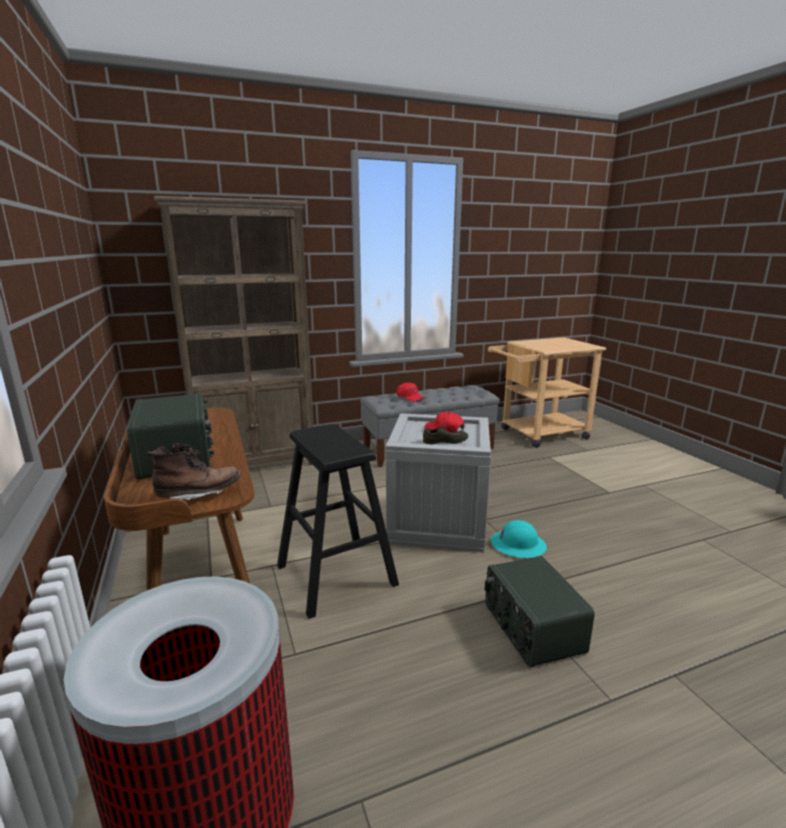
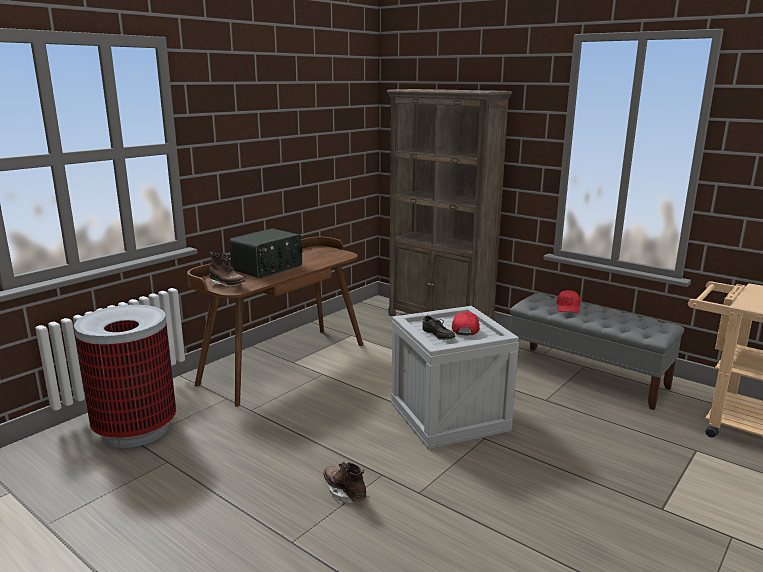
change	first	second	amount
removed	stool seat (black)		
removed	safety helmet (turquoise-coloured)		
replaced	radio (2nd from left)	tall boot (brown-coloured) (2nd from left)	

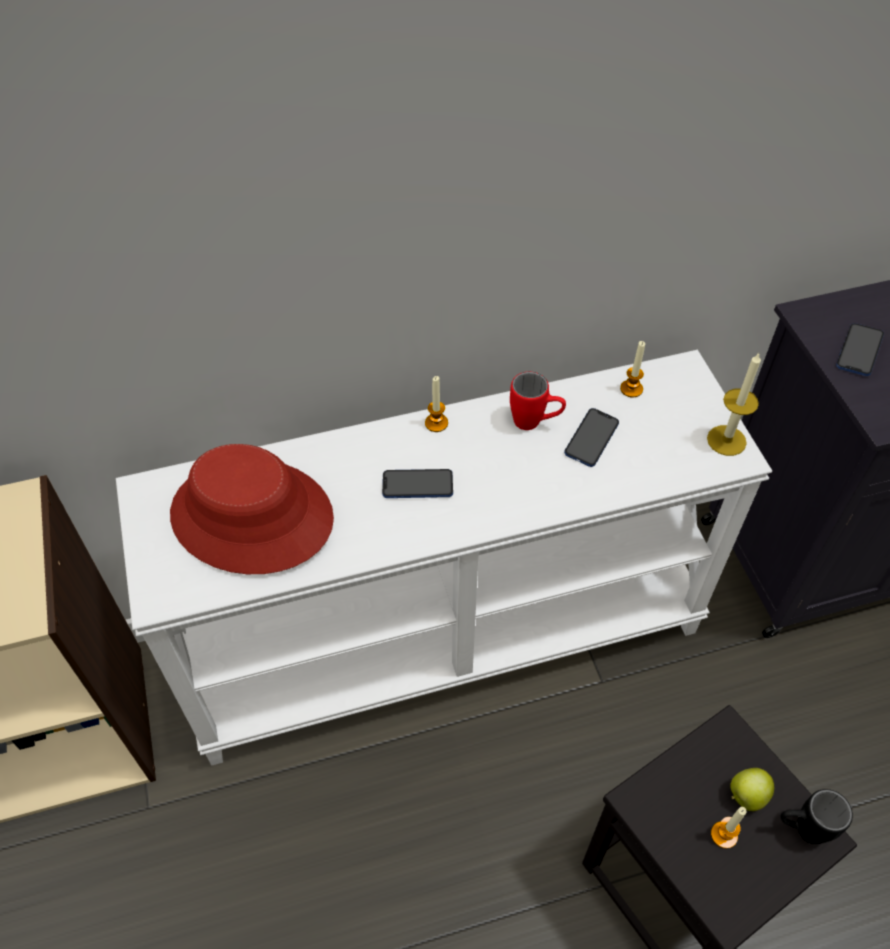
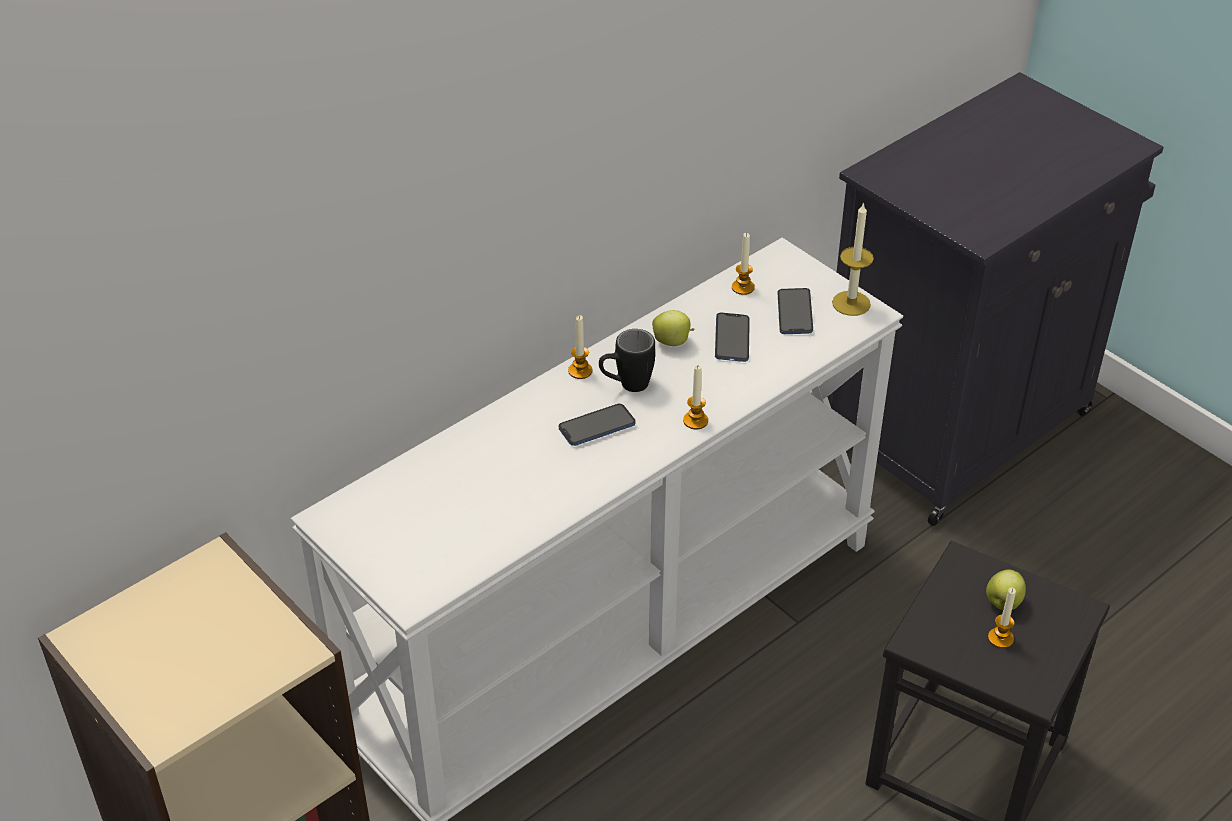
change	first	second	amount
removed	wearable hat (red-coloured)		
added		wax candle (2nd from left)	
moved	coffee mug (black)		
moved	phone (3rd from left)		
replaced	coffee mug (red-coloured)	apple (1st from left)	

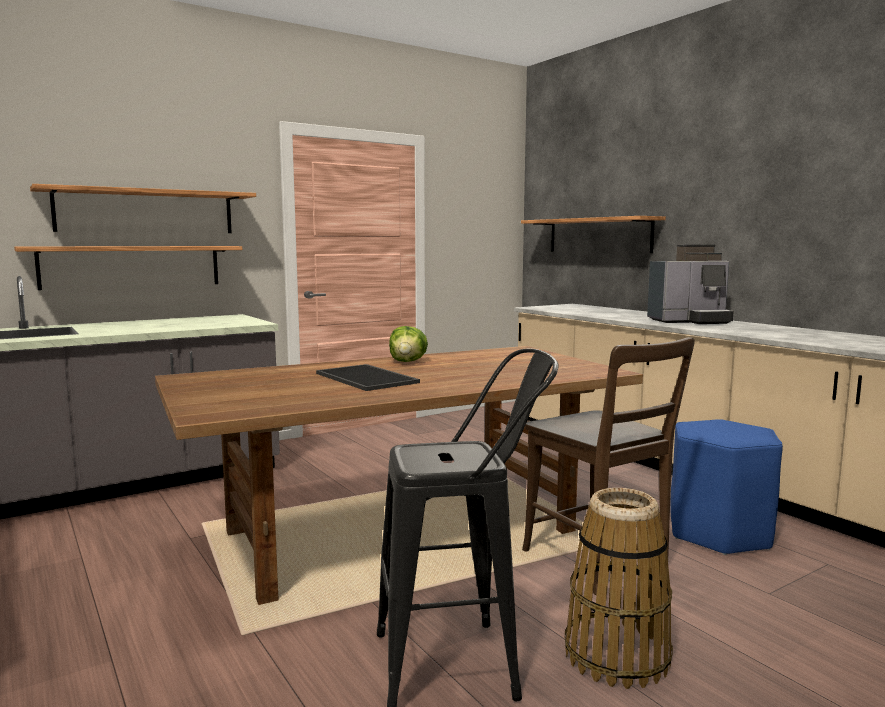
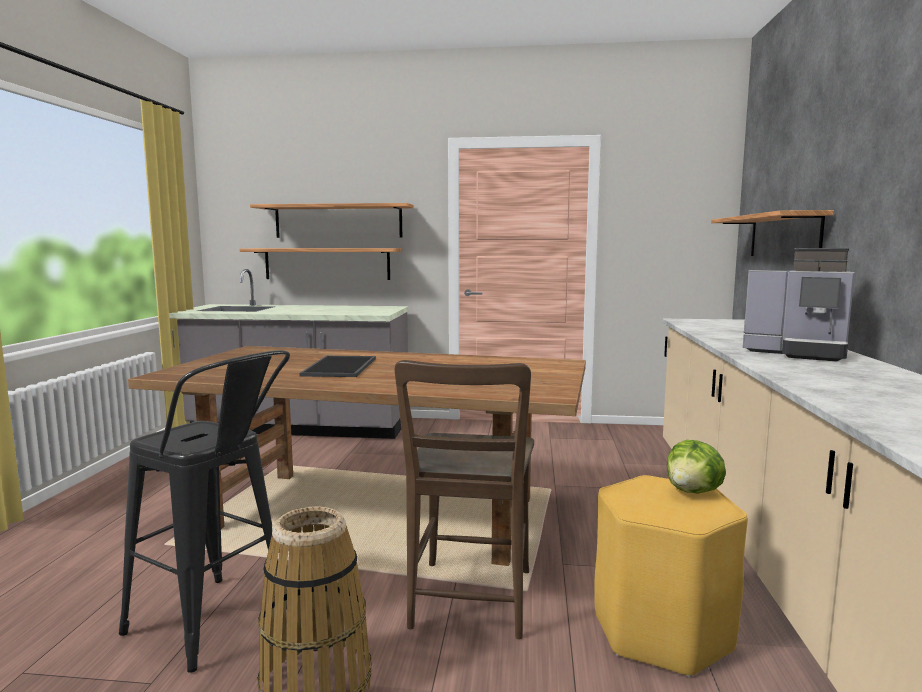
change	first	second	amount
moved	lettuce		
recoloured	stool seat (blue-coloured)	stool seat (yellowish)	

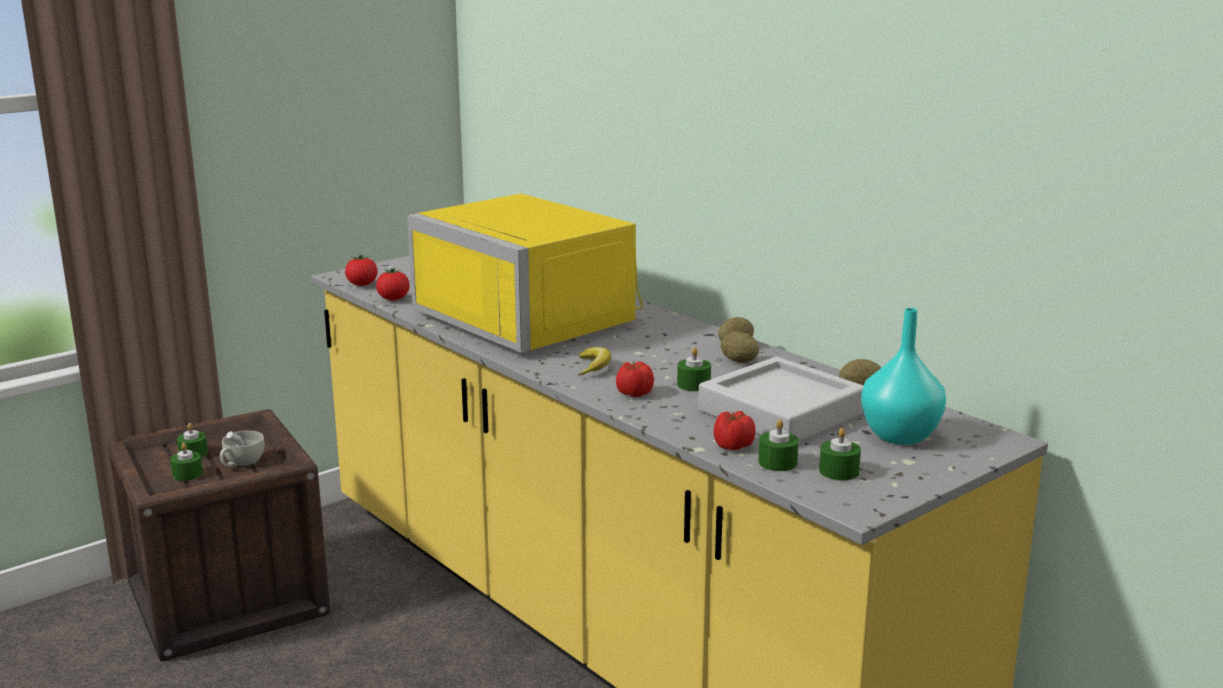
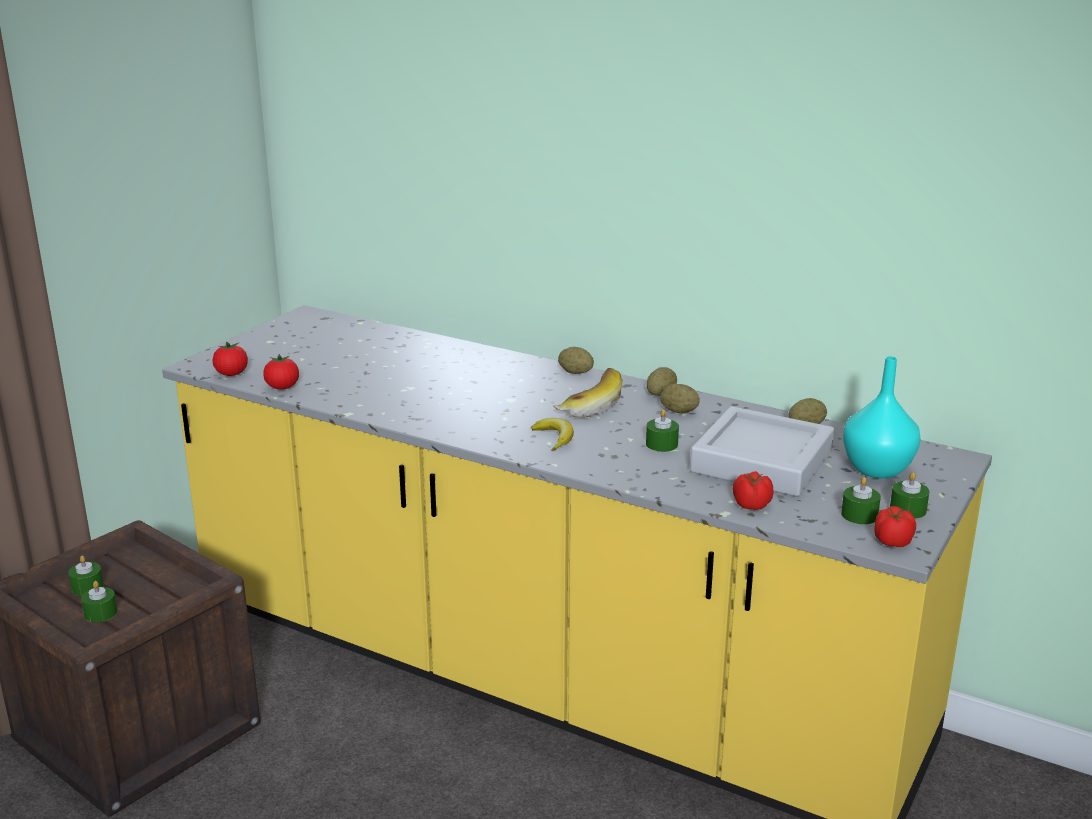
change	first	second	amount
removed	small cup (whitish)		
removed	kitchen microwave (yellowish)		
added		banana (2nd from left)	
added		whole potato (1st from left)	
moved	fresh tomato (3rd from left in the first image)	fresh tomato (4th from left)	
moved	wax candle (green) (4th from left in the first image)	wax candle (green) (5th from left)	

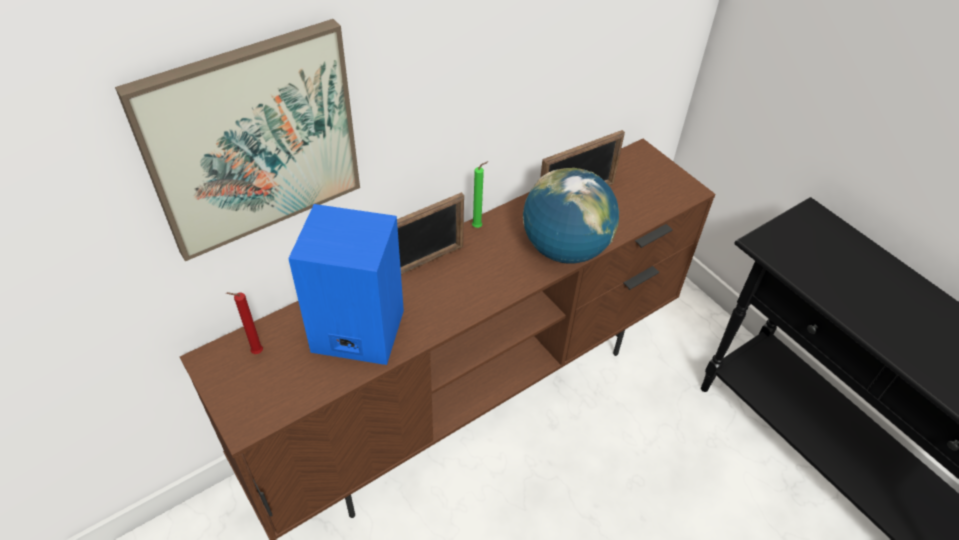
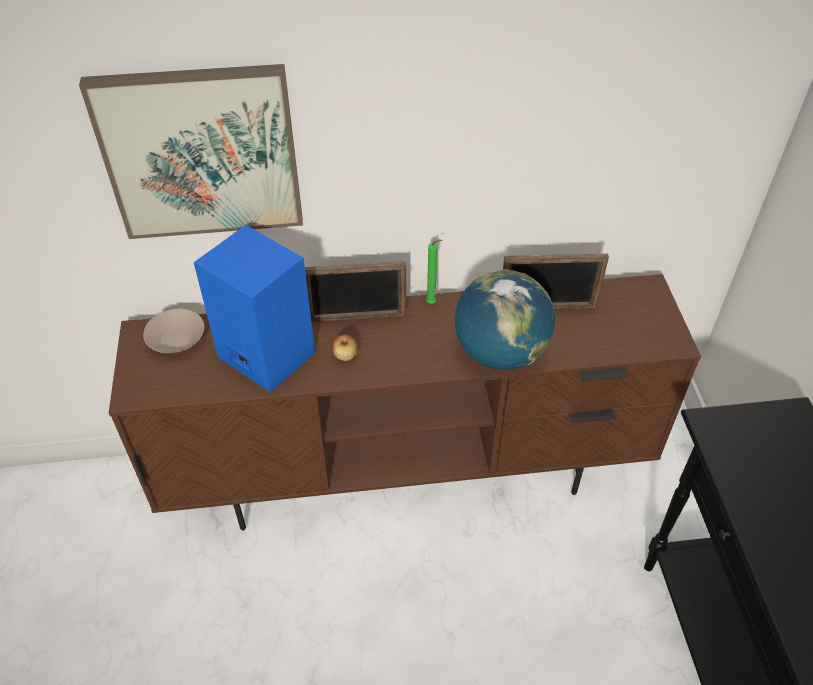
change	first	second	amount
added		apple	
replaced	wax candle (red-coloured)	bowl (sand-coloured)	

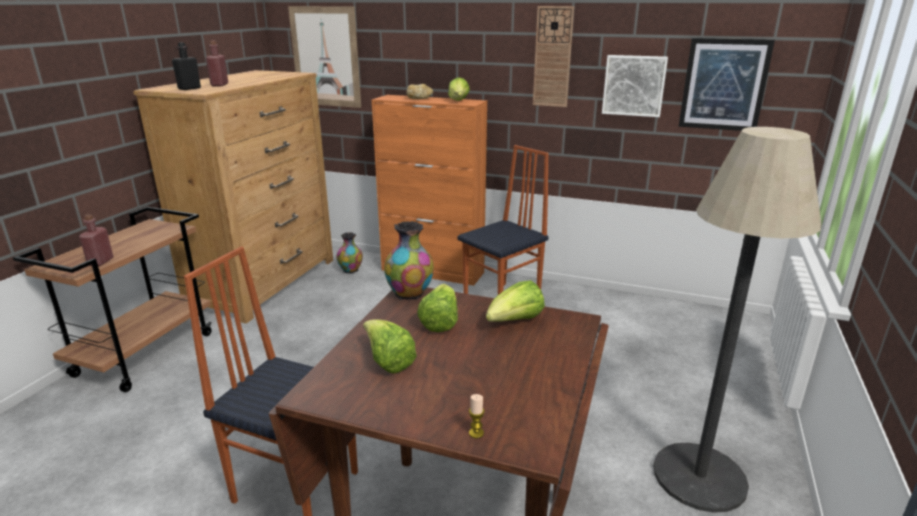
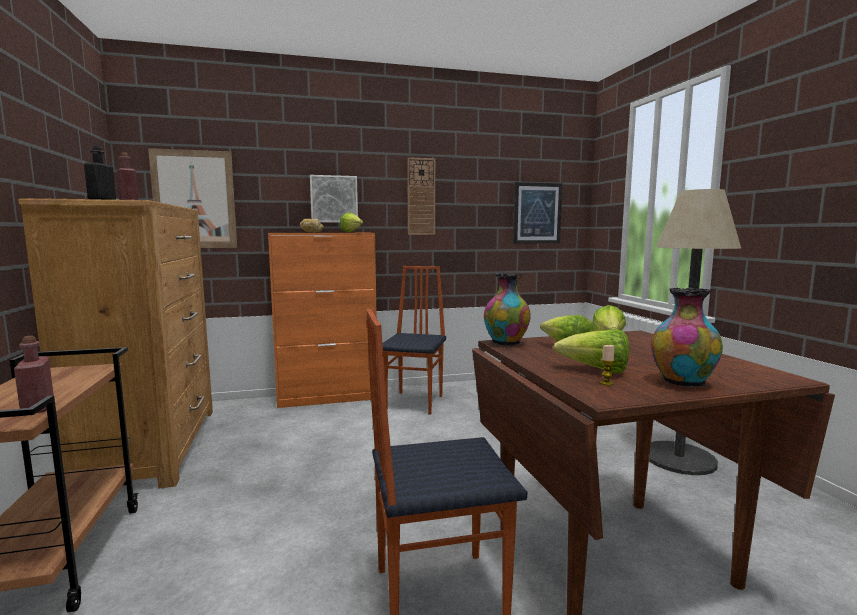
change	first	second	amount
moved	flower vase (1st from left in the first image)	flower vase (2nd from left)	
moved	wax candle		
moved	wall picture (2nd from left)		

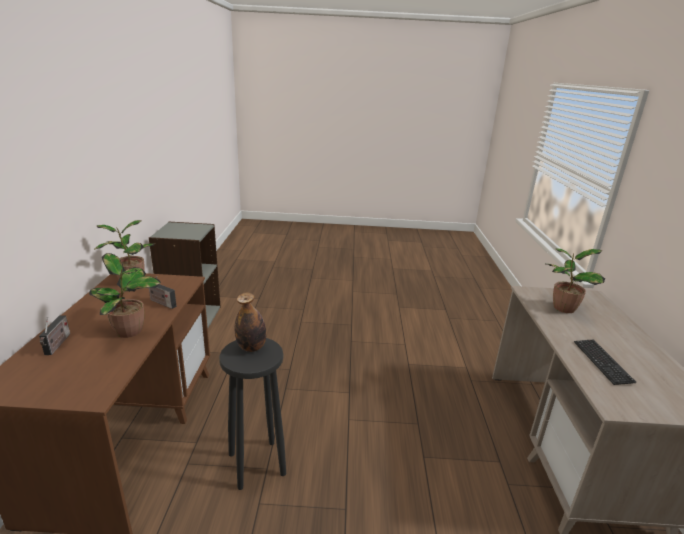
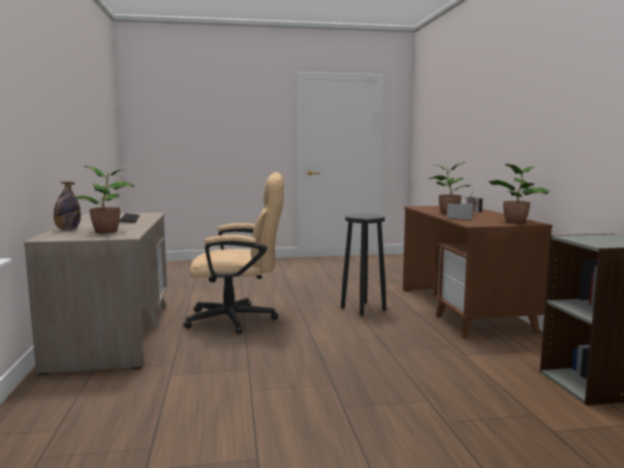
change	first	second	amount
added		office chair (sand-coloured)	
moved	bottle		

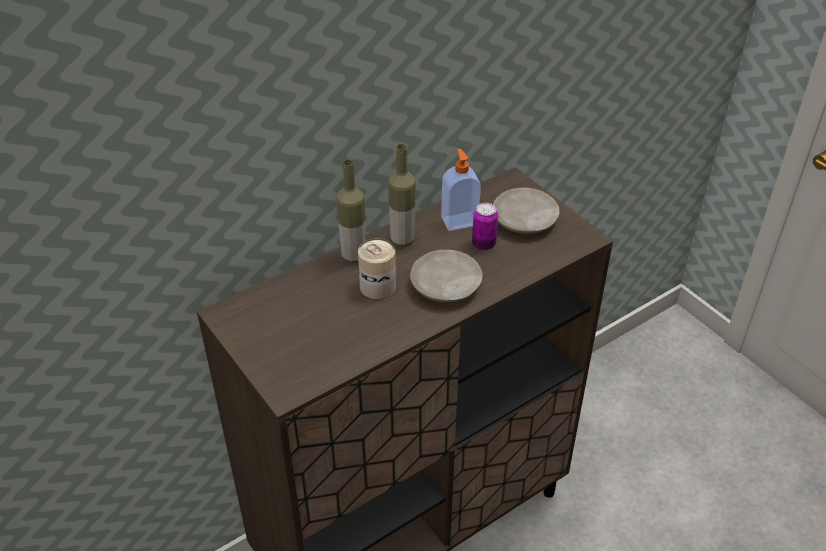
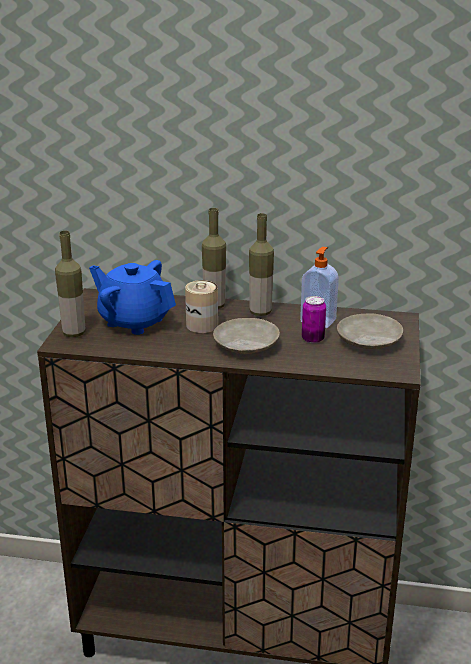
change	first	second	amount
added		bottle (1st from left)	
added		tea pot (blue-coloured)	

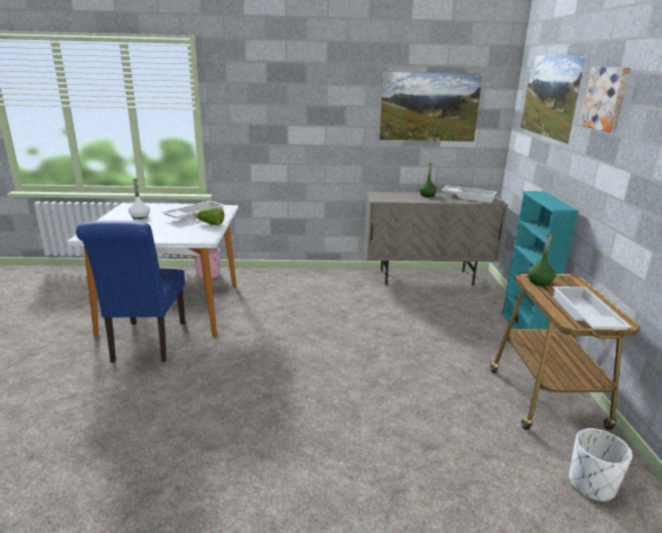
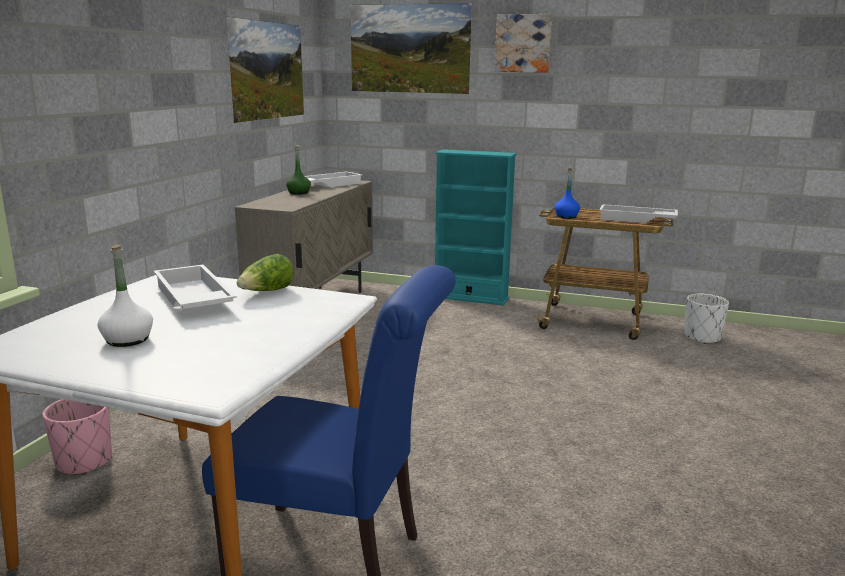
change	first	second	amount
recoloured	bottle (green) (2nd from left)	bottle (blue-coloured)	

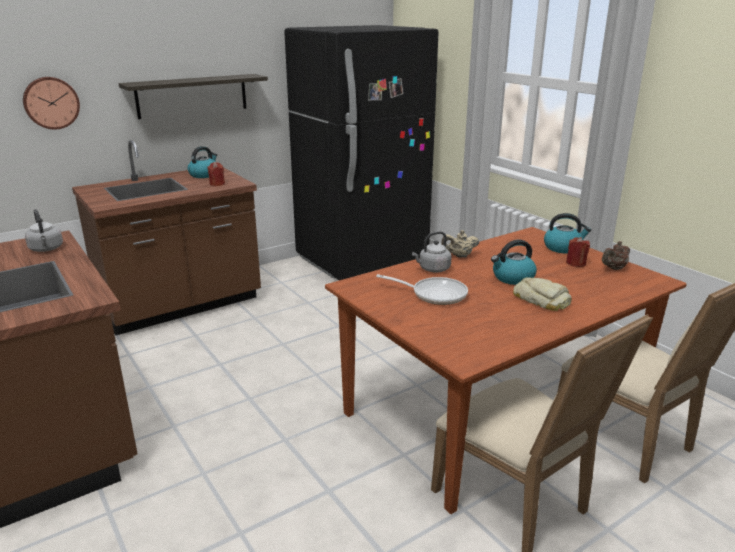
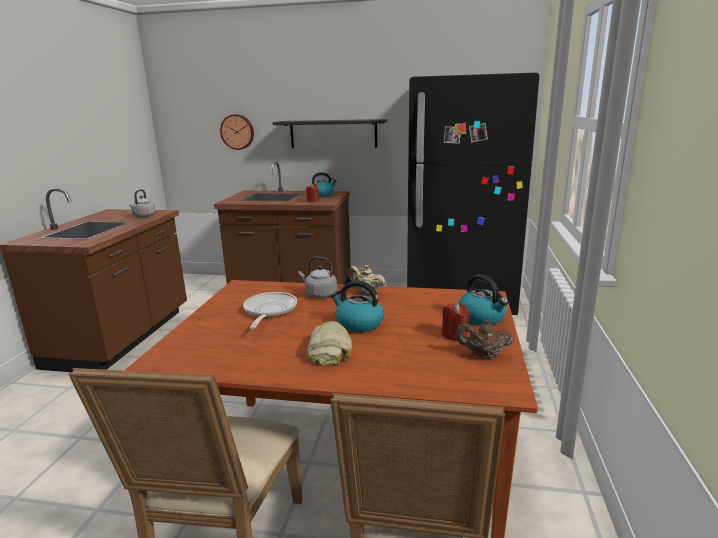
change	first	second	amount
turned	frying pan		150 degrees counterclockwise

